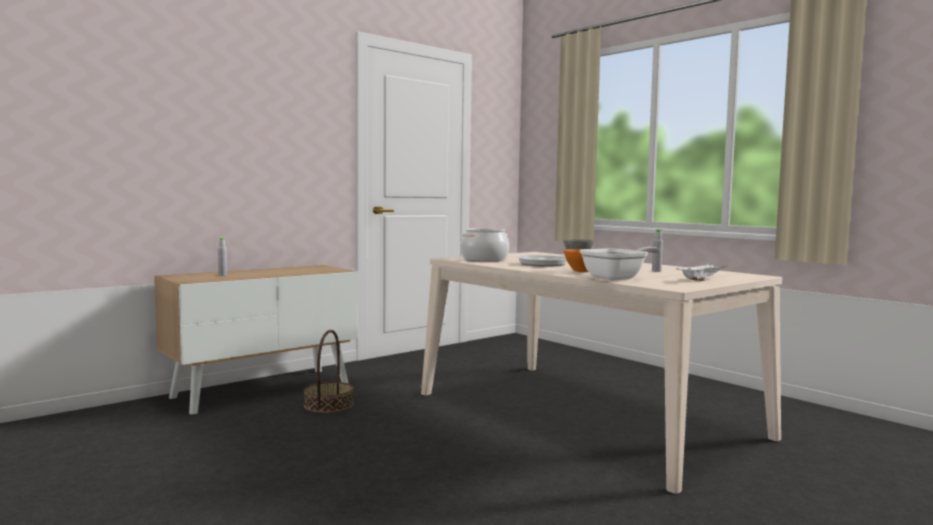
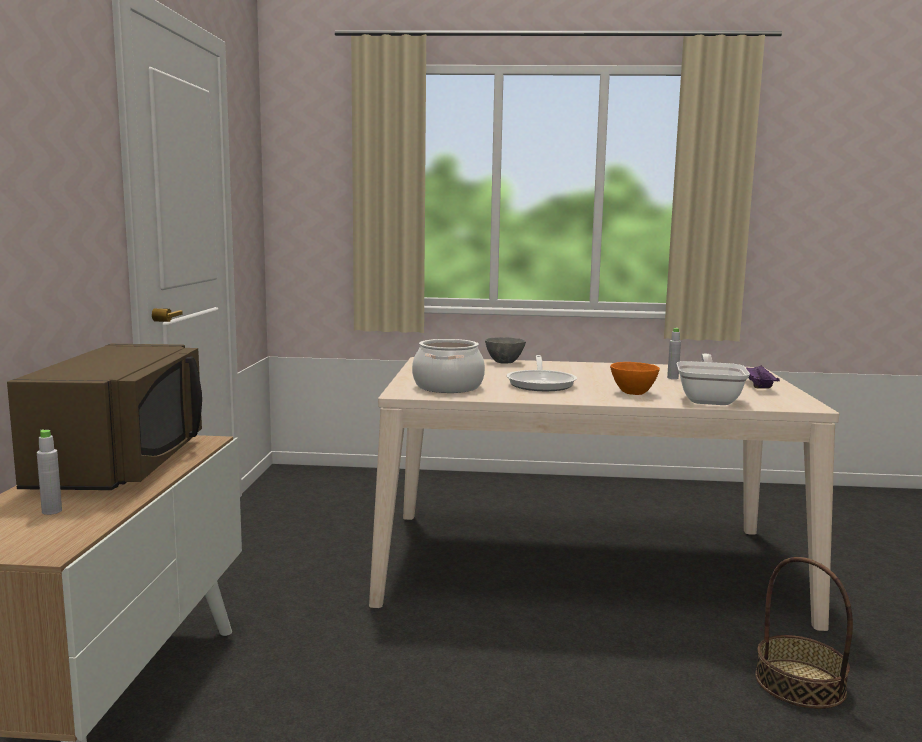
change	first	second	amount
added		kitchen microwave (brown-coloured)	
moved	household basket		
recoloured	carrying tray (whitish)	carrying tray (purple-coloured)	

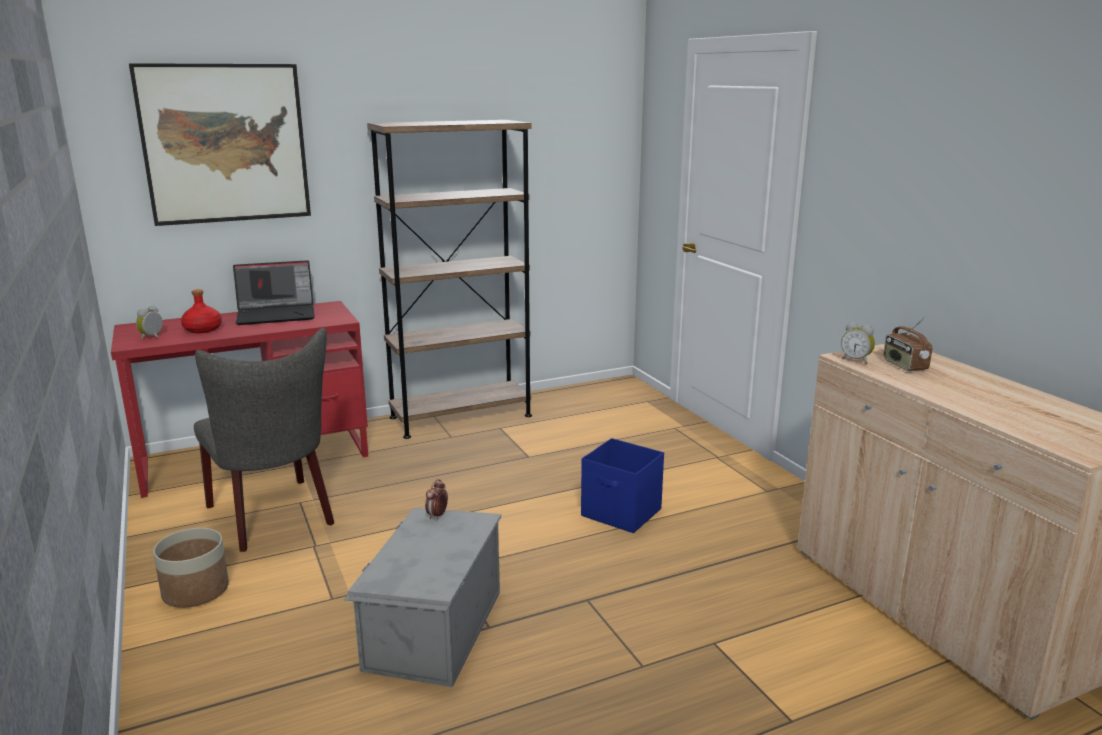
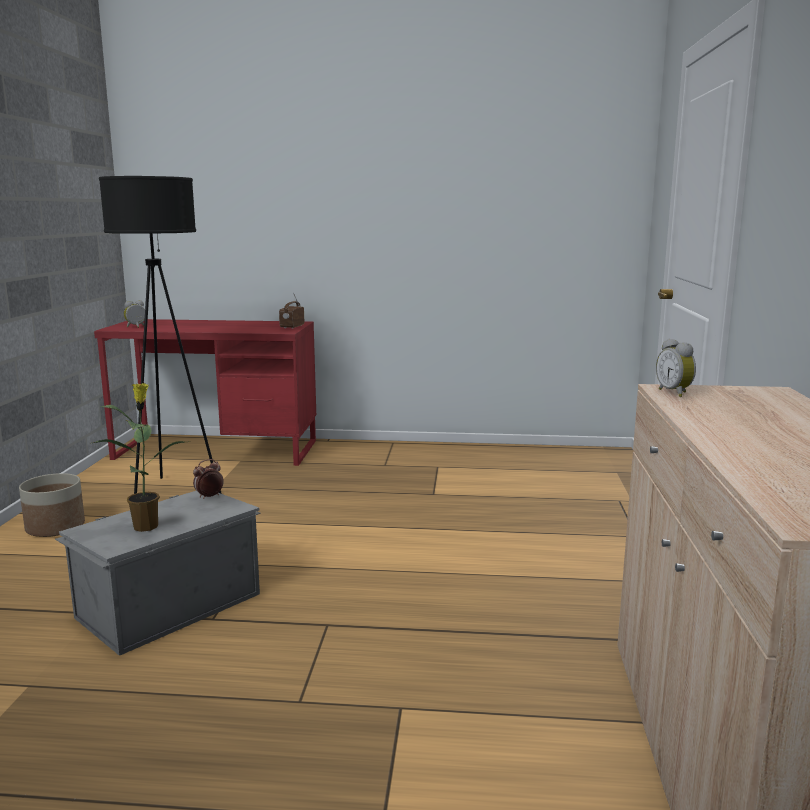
change	first	second	amount
removed	wall picture		
removed	bottle (red-coloured)		
removed	portable computer		
removed	bookshelf (brown-coloured)		
removed	storage box (blue-coloured)		
added		plant in a pot	
moved	radio		
replaced	chair (grey)	floor lamp (black)	

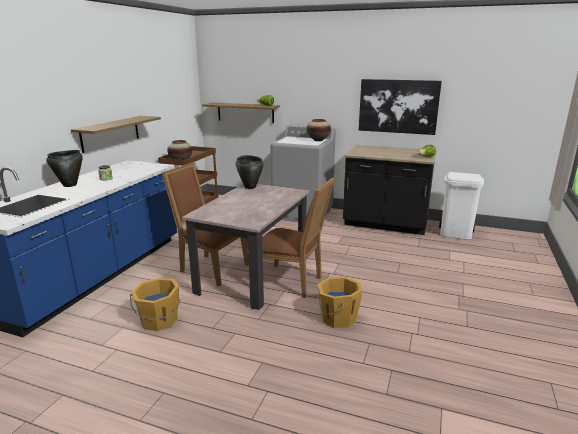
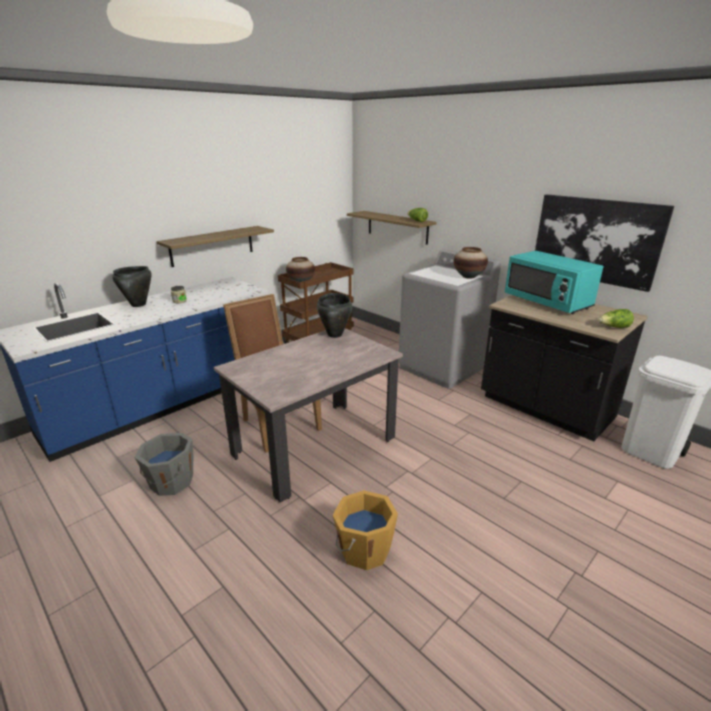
change	first	second	amount
removed	chair (brown-coloured) (2nd from left)		
added		kitchen microwave (turquoise-coloured)	
recoloured	bucket (orange) (1st from left)	bucket (grey)	

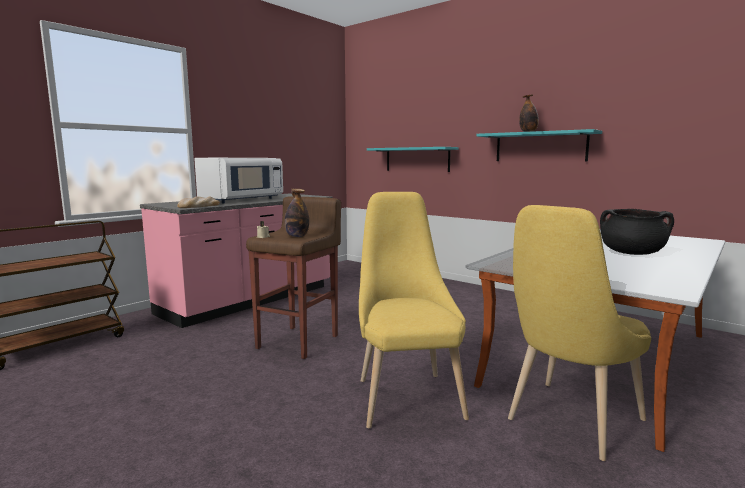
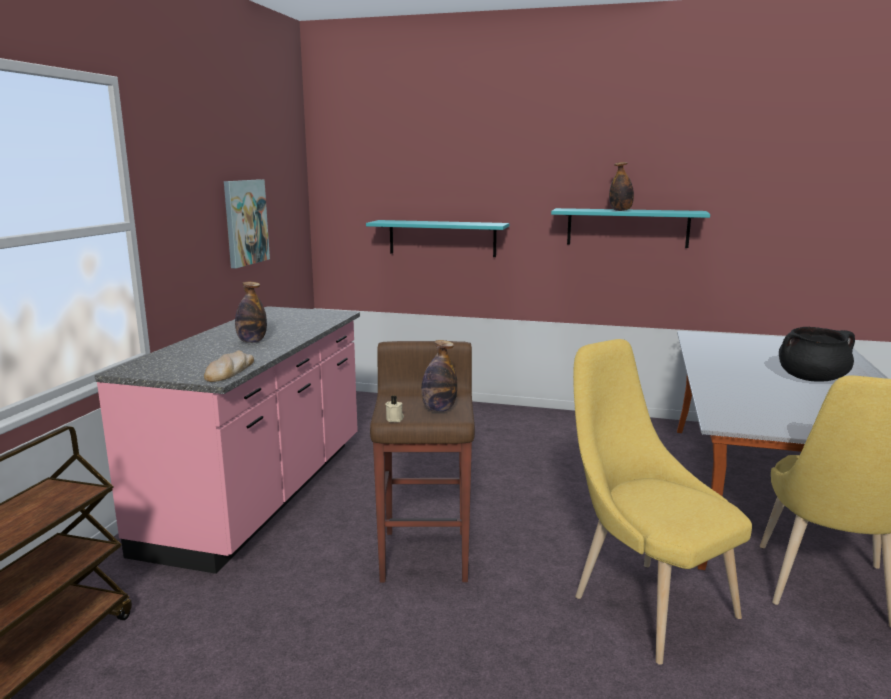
change	first	second	amount
added		wall picture	
replaced	kitchen microwave (whitish)	bottle (1st from left)	

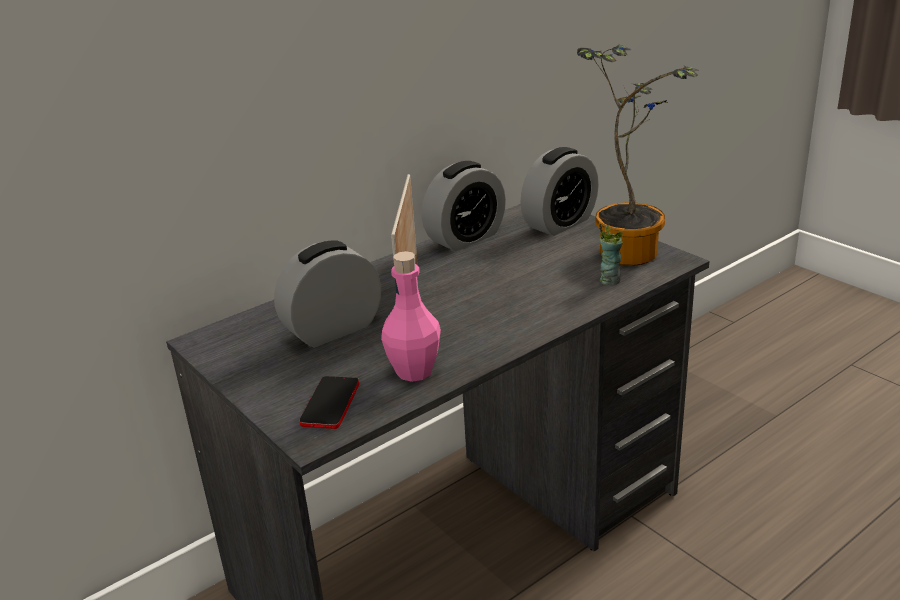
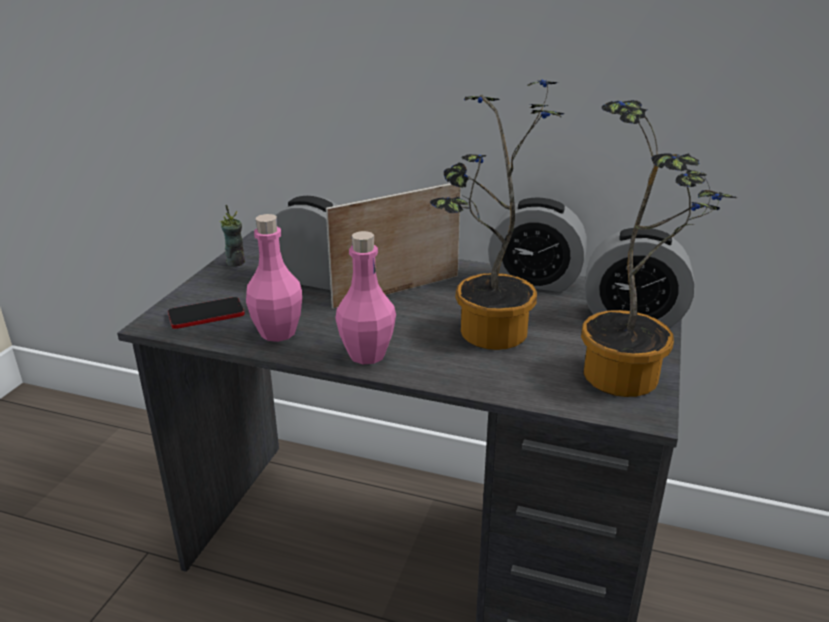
change	first	second	amount
added		bottle (pink-coloured) (2nd from left)	
added		plant in a pot (1st from left)	
moved	small cup		

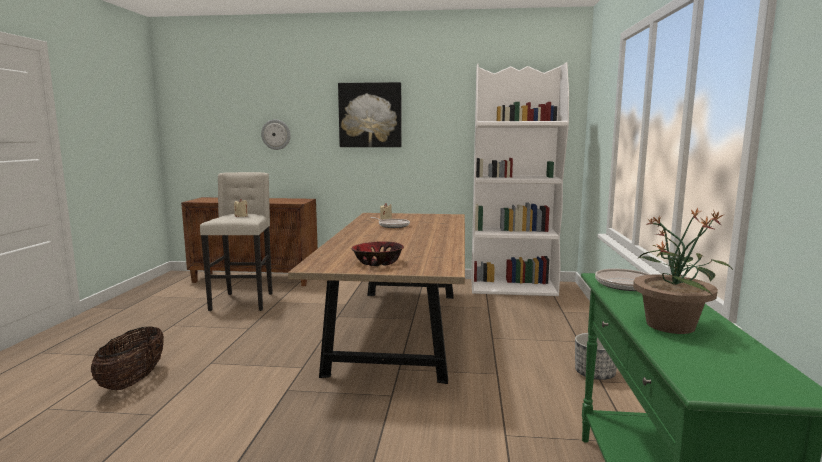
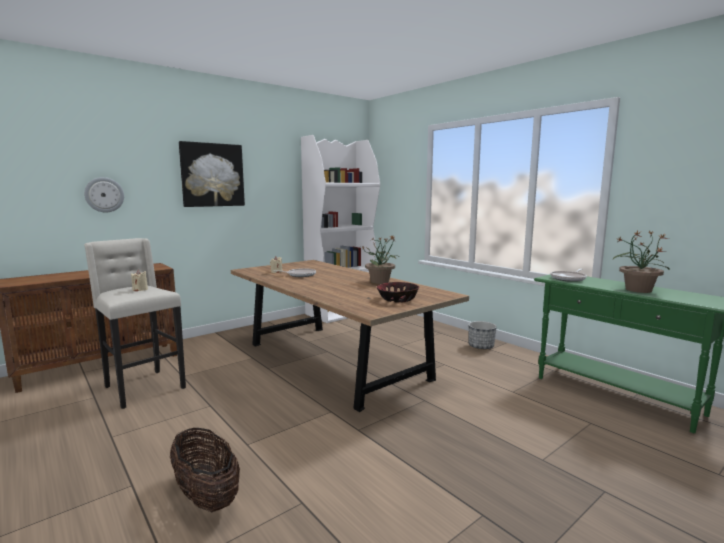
change	first	second	amount
added		plant in a pot (1st from left)	

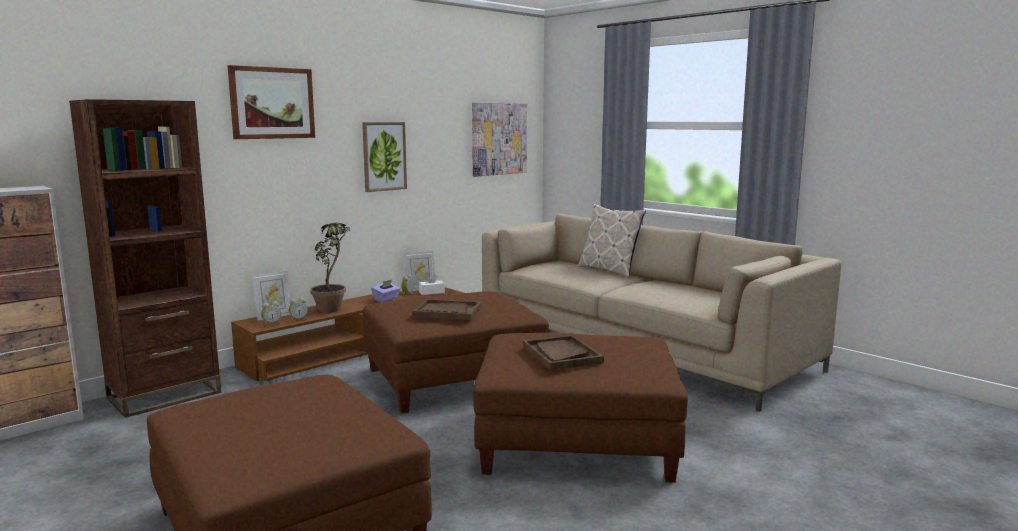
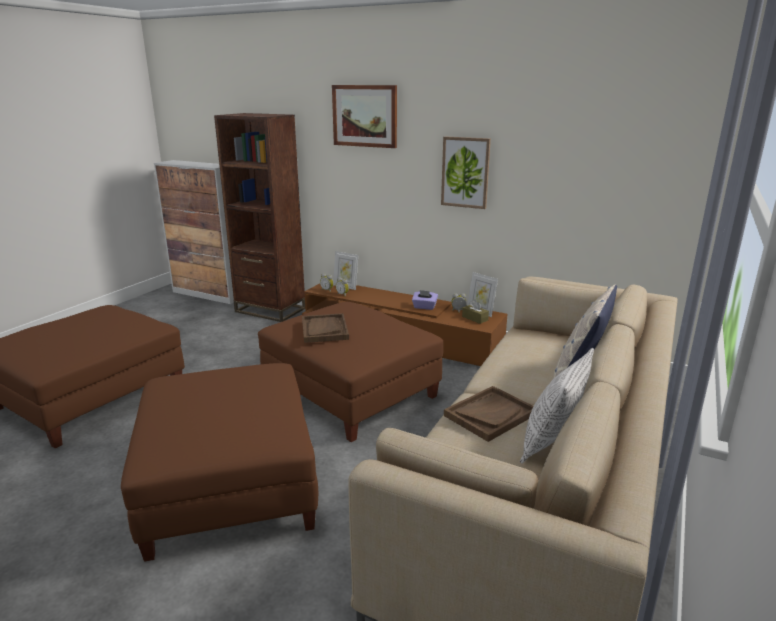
change	first	second	amount
removed	plant in a pot		
removed	wall picture (3rd from left)		
added		throw pillow (1st from left)	
moved	carrying tray (brown-coloured) (2nd from left)		
recoloured	tissue holder (whitish)	tissue holder (brown-coloured)	

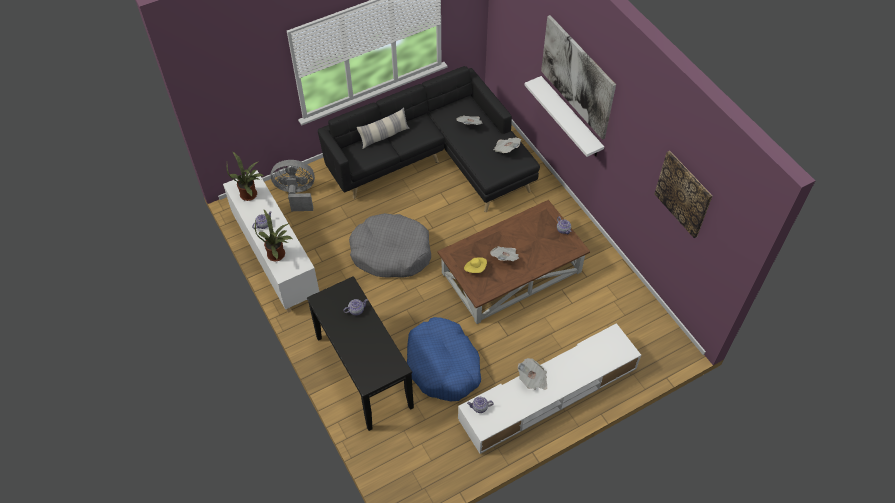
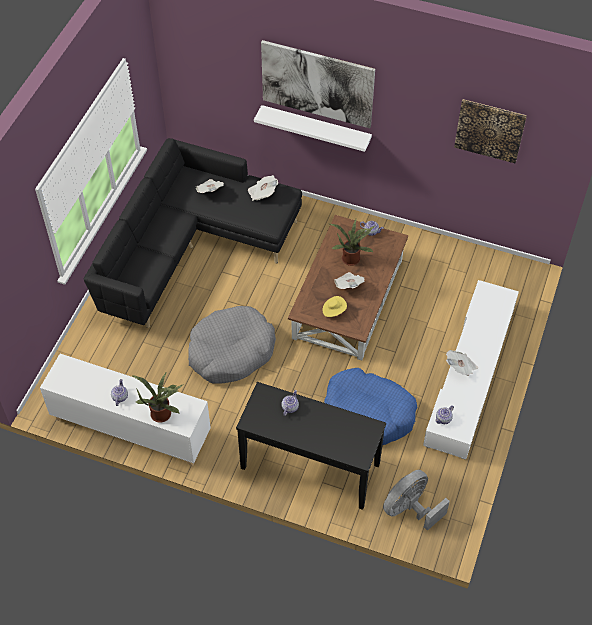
change	first	second	amount
removed	throw pillow		
moved	plant in a pot (1st from left in the first image)	plant in a pot (2nd from left)	
moved	cooling fan (grey)		

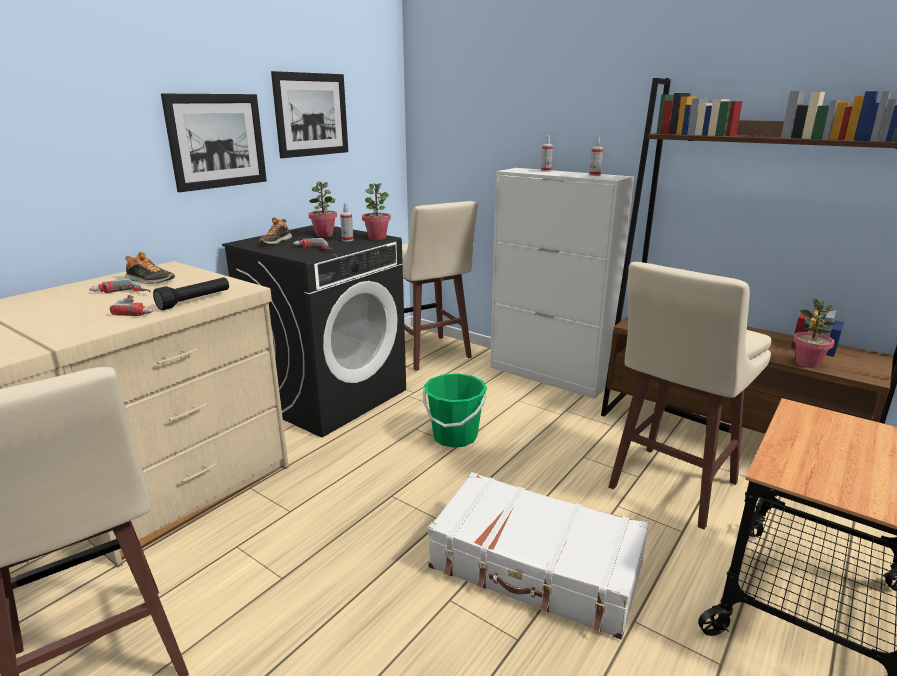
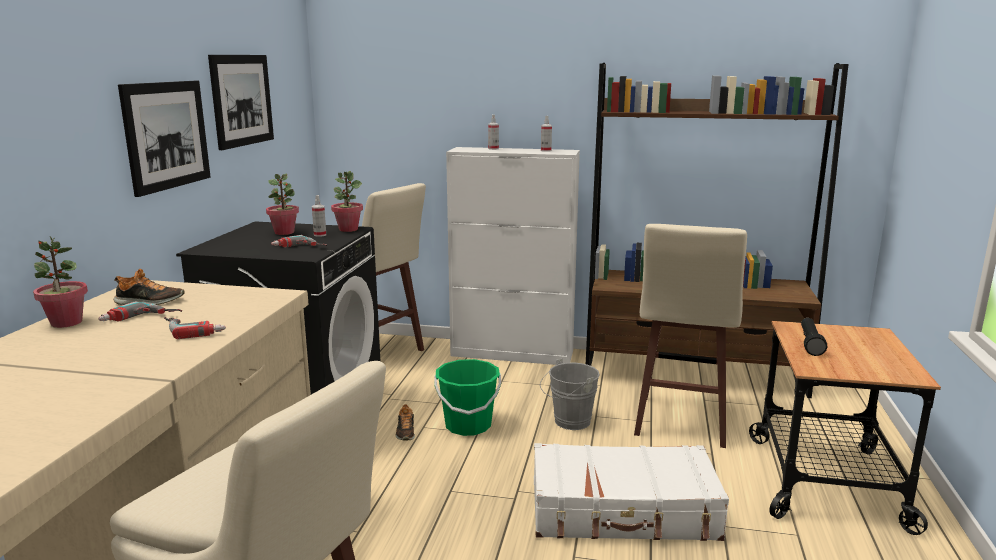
change	first	second	amount
added		bucket (grey)	
moved	flashlight (black)		
moved	shoe (2nd from left)		
moved	plant in a pot (3rd from left in the first image)	plant in a pot (1st from left)	

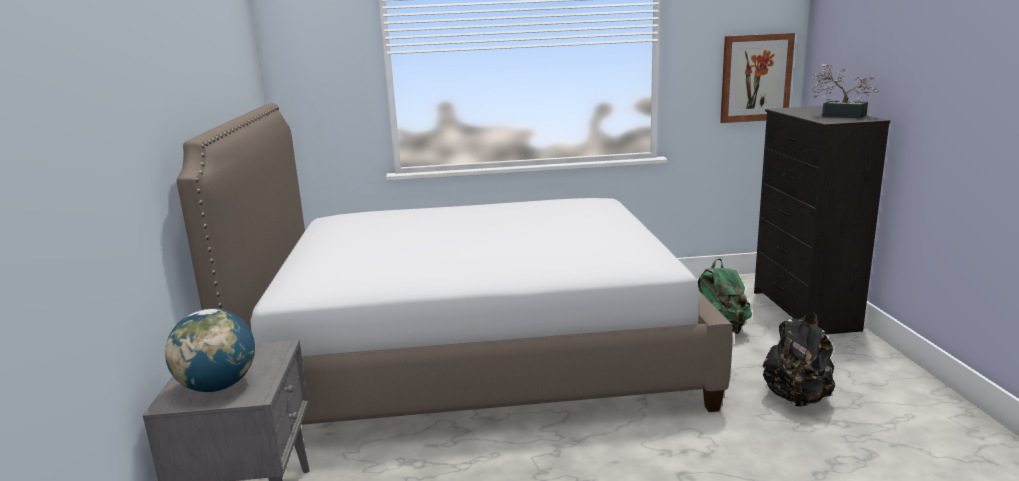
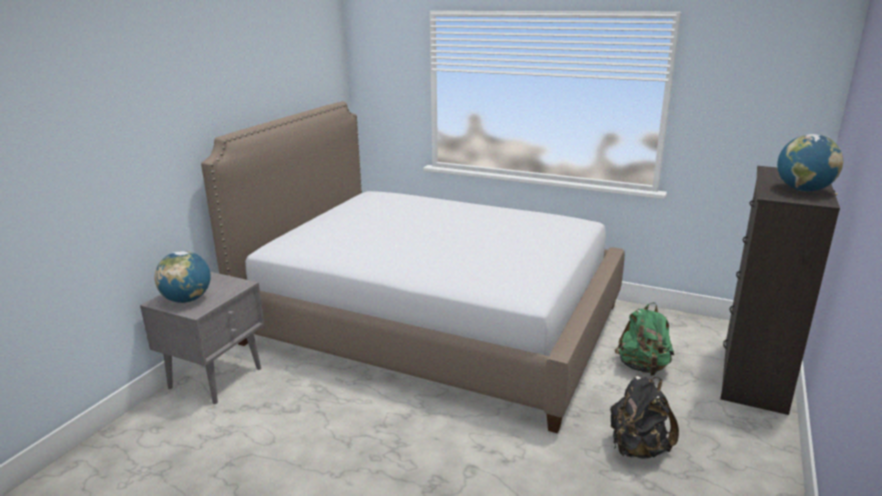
change	first	second	amount
removed	wall picture		
replaced	plant in a pot	globe (2nd from left)	

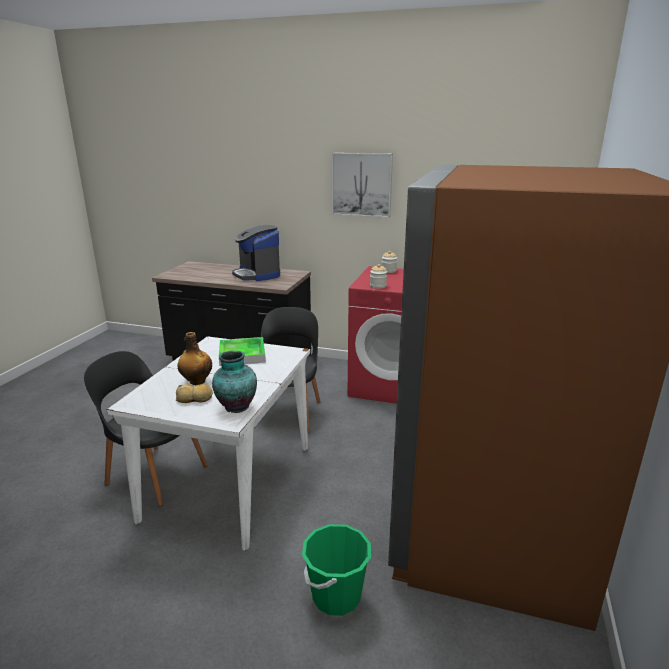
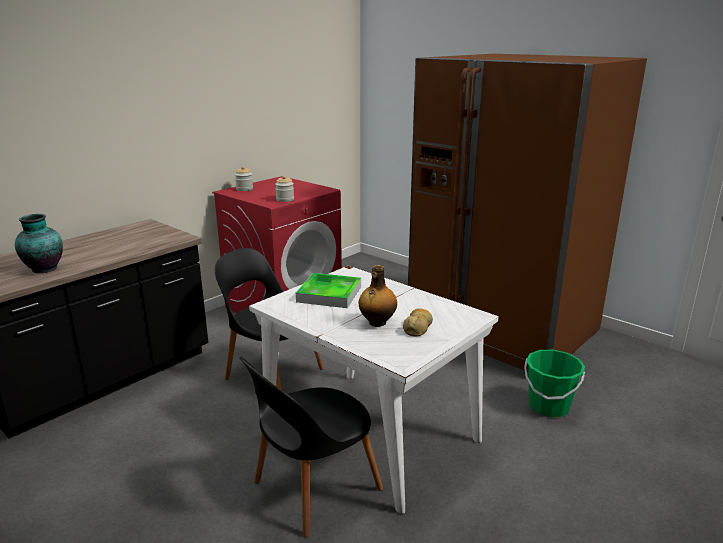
change	first	second	amount
removed	coffee machine		
removed	wall picture		
moved	flower vase		

